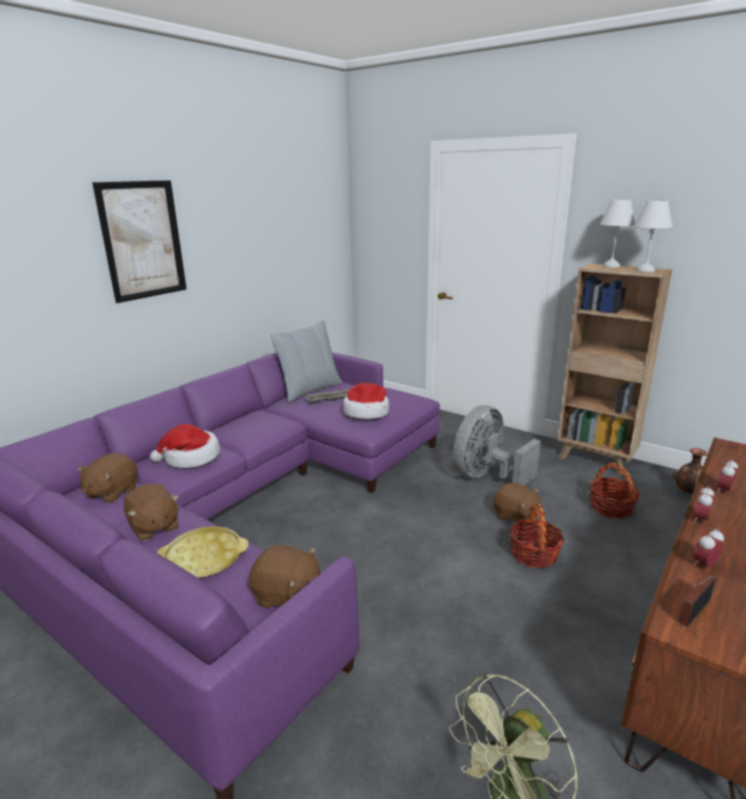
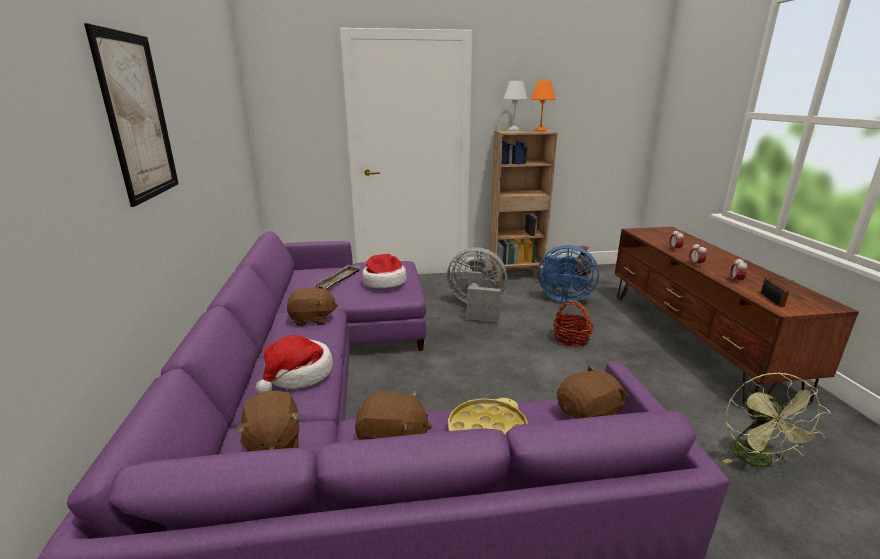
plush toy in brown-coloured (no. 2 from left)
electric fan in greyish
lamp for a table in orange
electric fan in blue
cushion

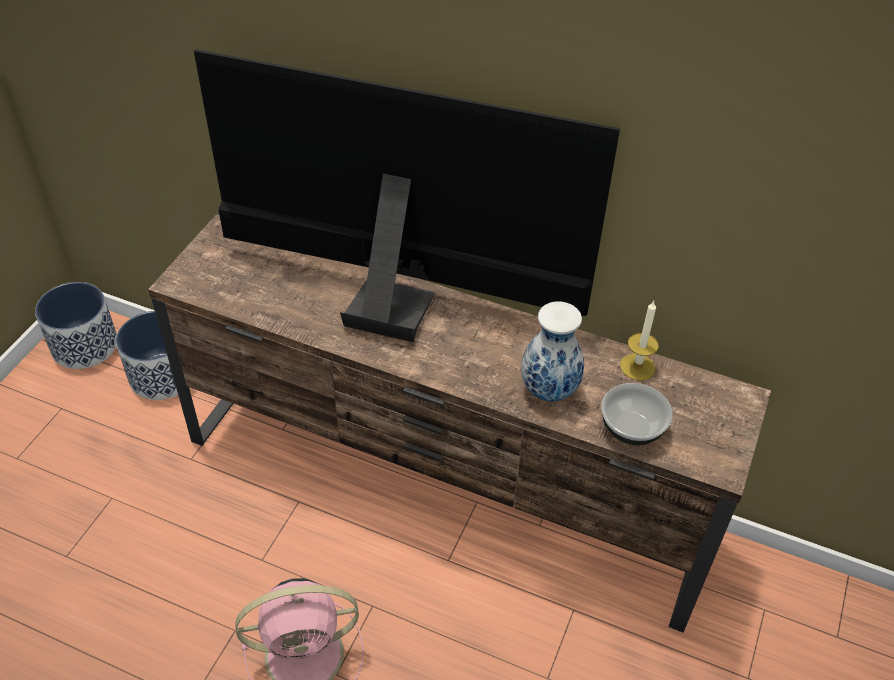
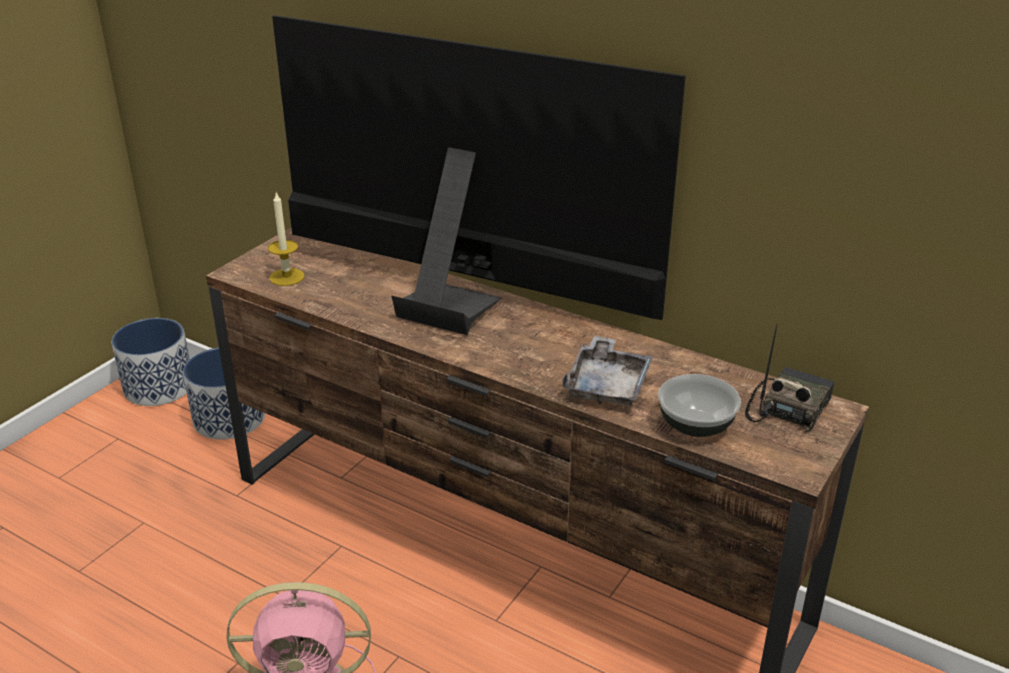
candle
carrying tray in greyish
radio set

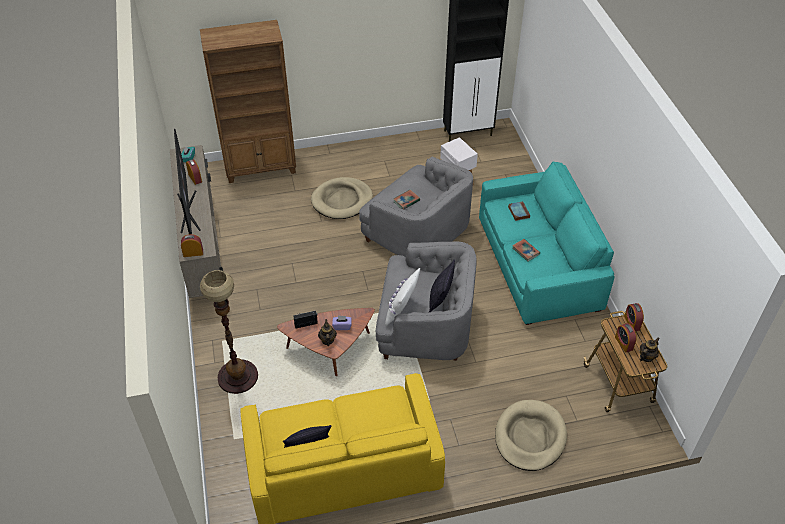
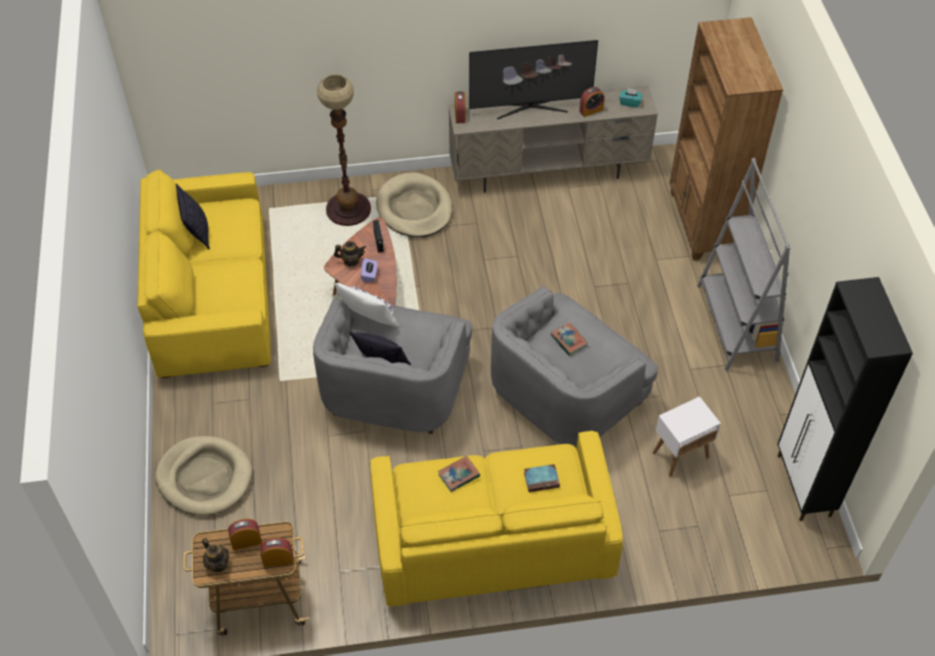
settee in yellow (no. 2 from left)
pet bed in beige-coloured (no. 2 from left)
bookcase in greyish

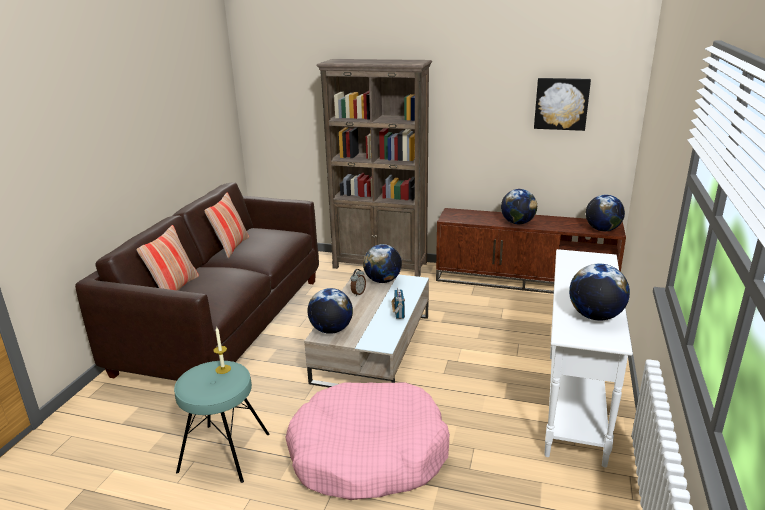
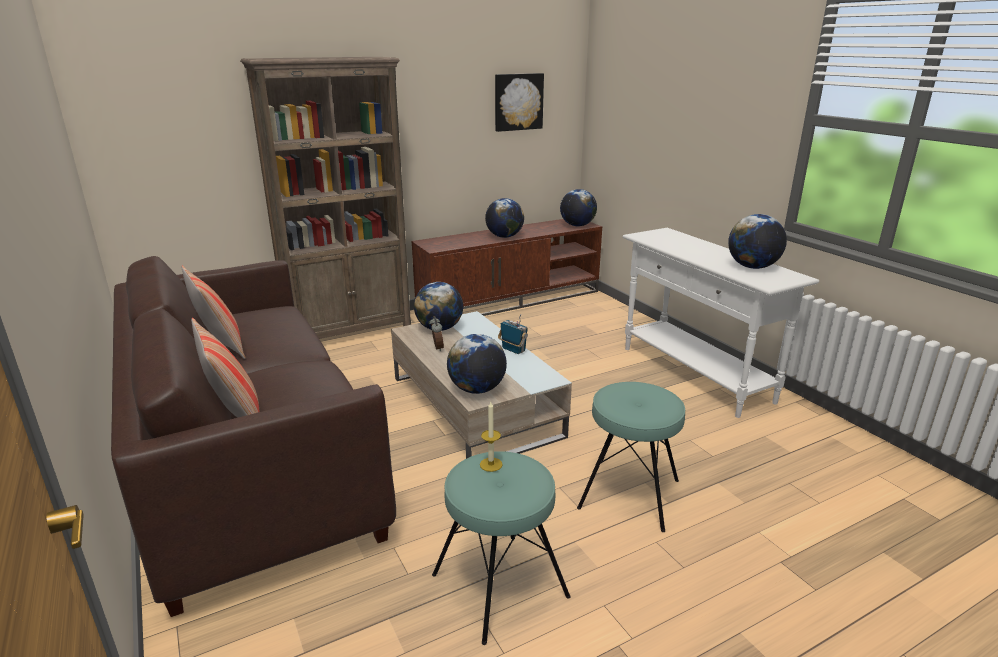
stool in turquoise (no. 2 from left)

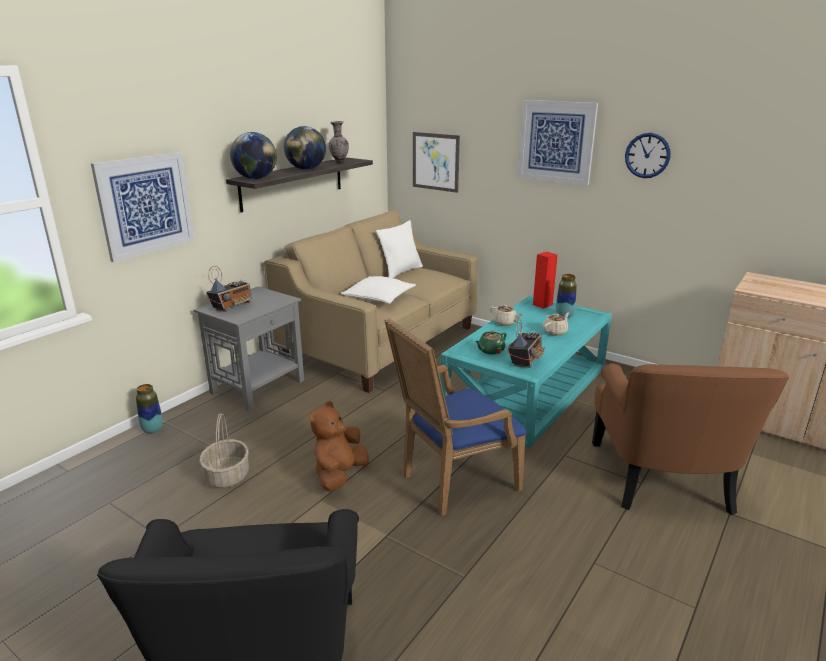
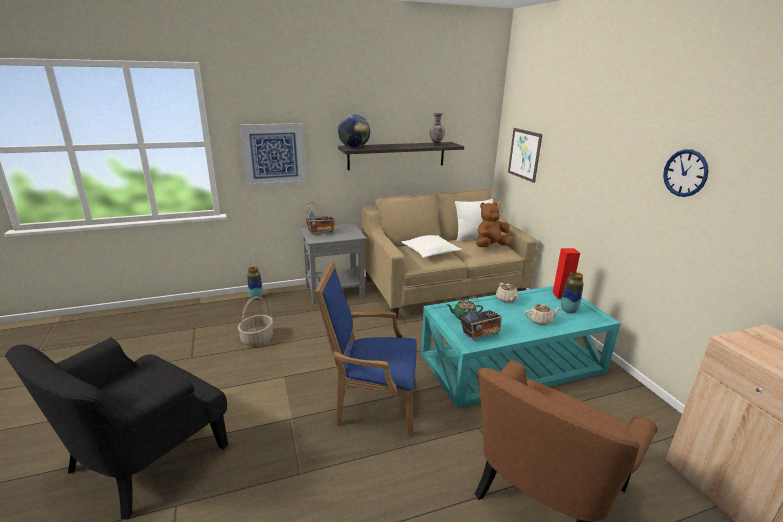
plush toy in brown-coloured
world globe (no. 2 from left in the first image)
picture (no. 3 from left in the first image)

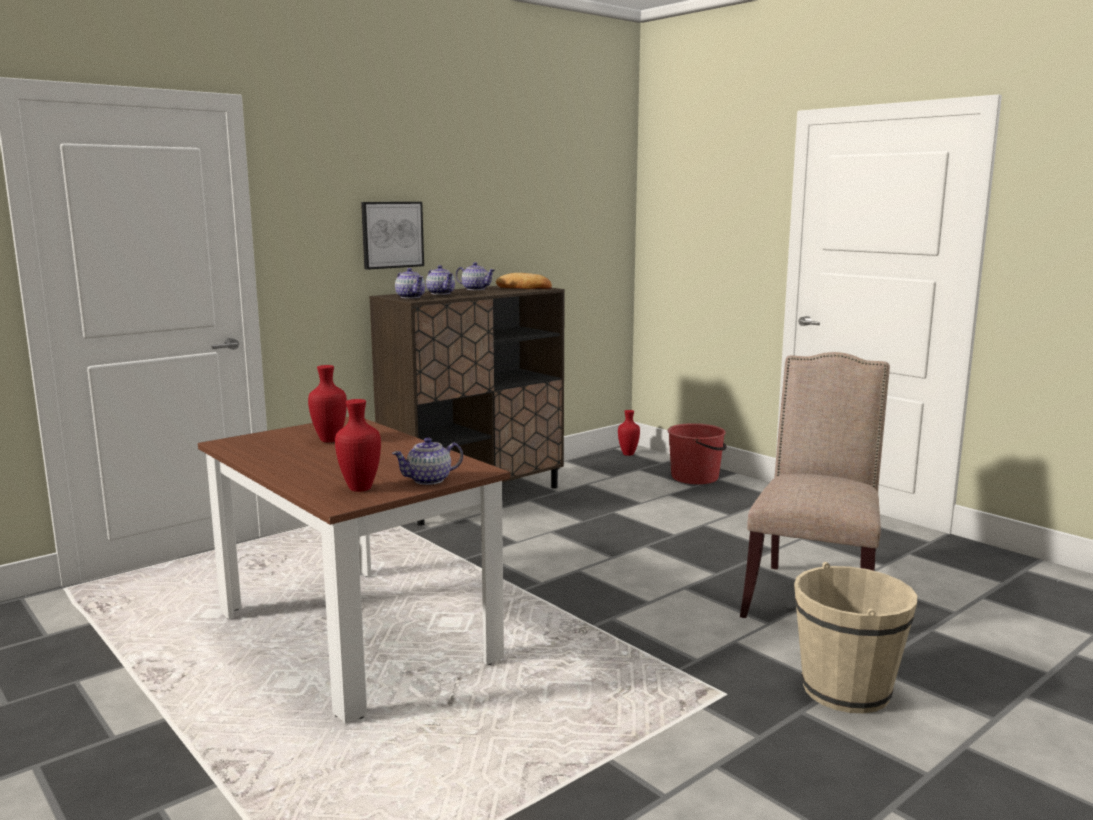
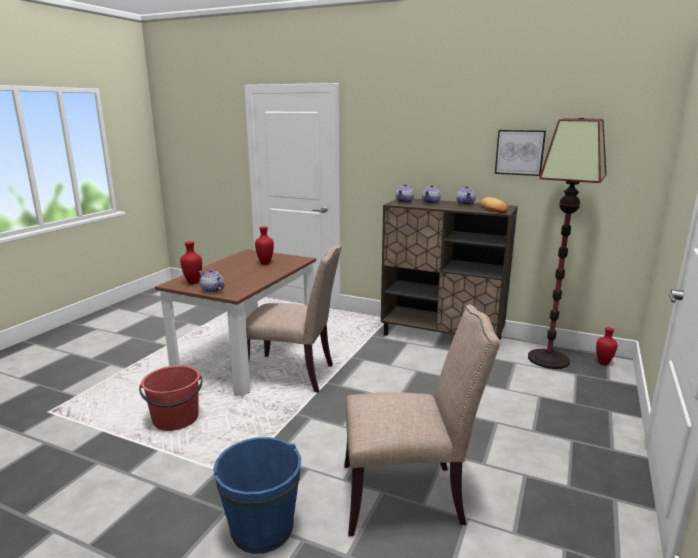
pail in reddish
pail in blue
chair in beige-coloured (no. 1 from left)
picture
floor lamp

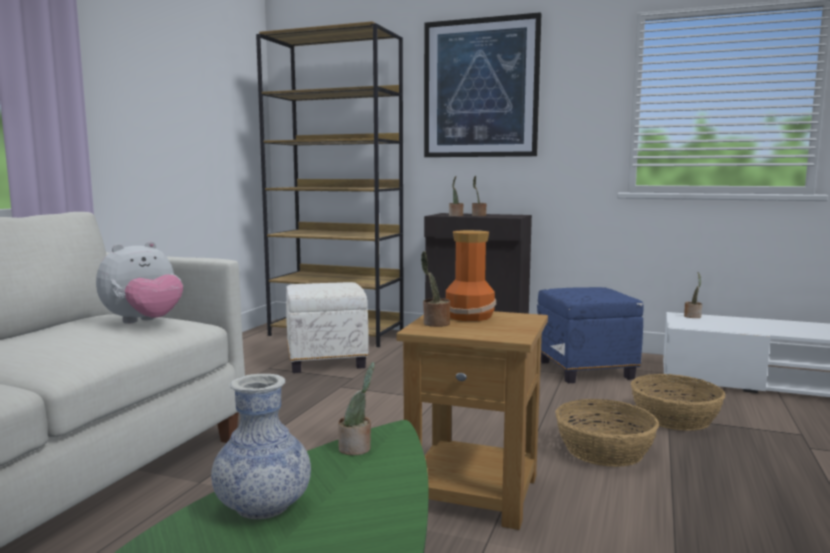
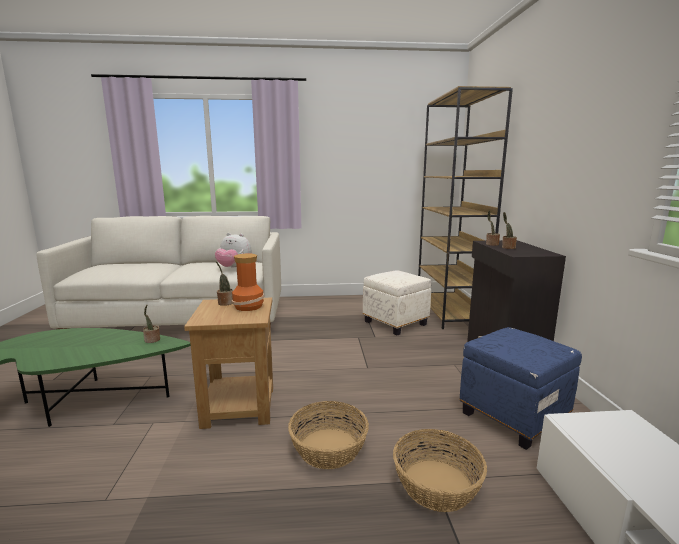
vase (no. 1 from left in the first image)
picture
plant in a pot (no. 5 from left in the first image)

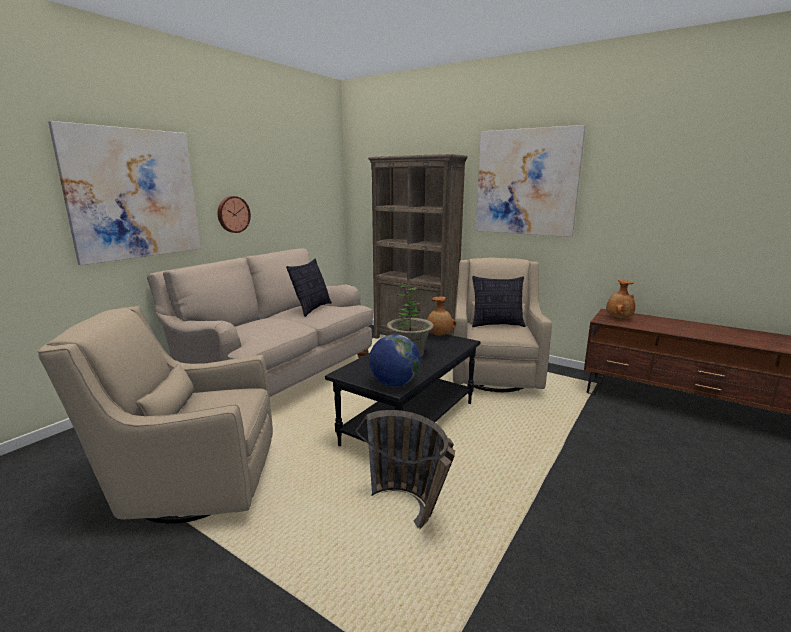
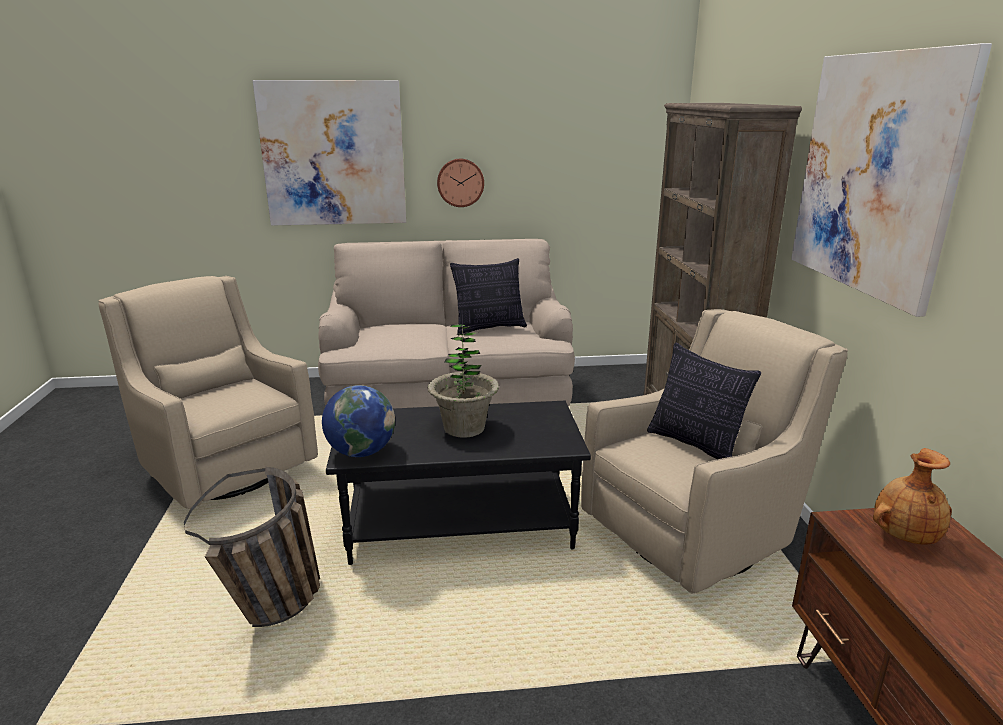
vase in brown-coloured (no. 1 from left in the first image)

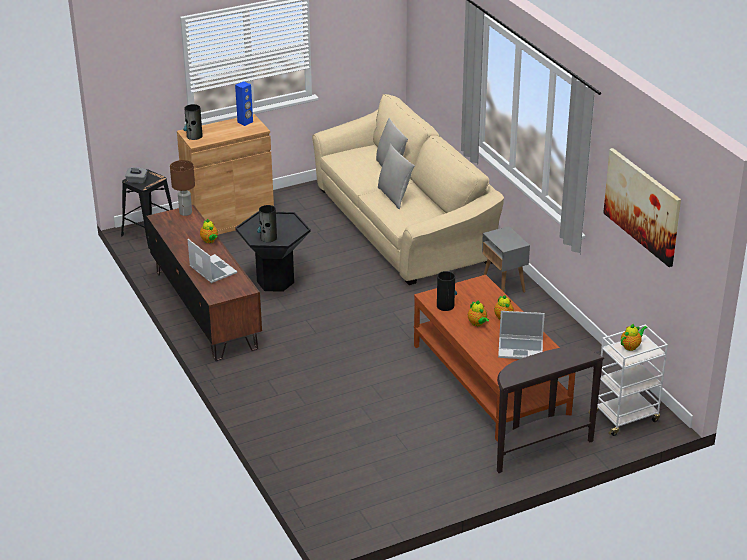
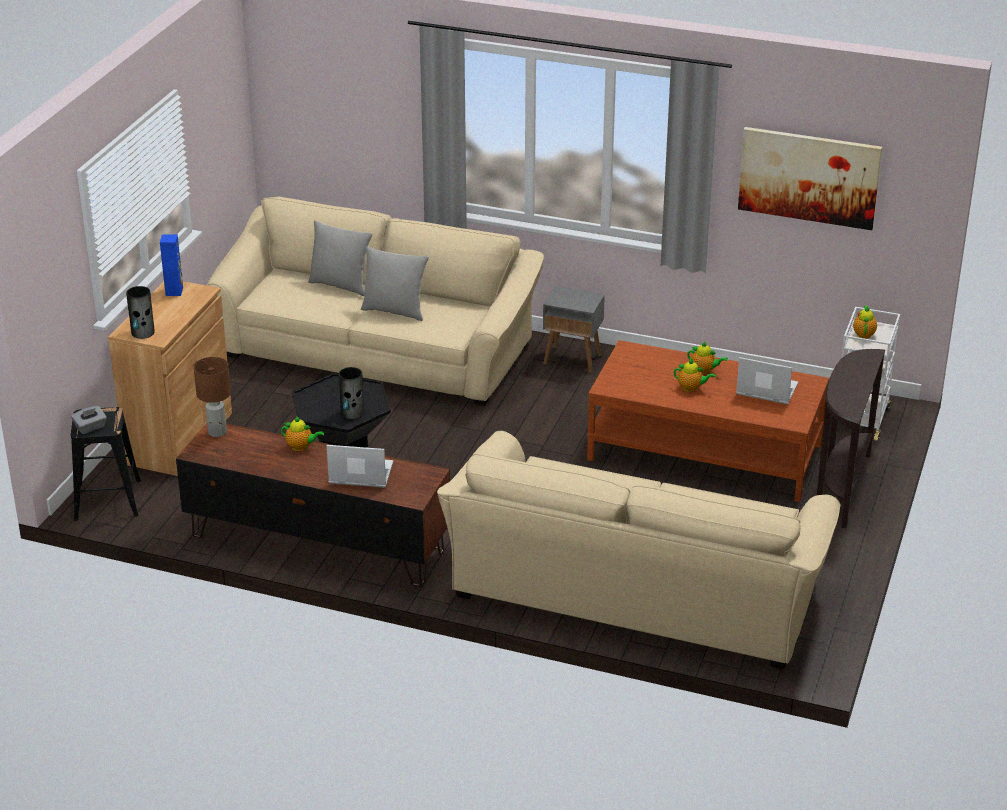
settee in beige-coloured (no. 2 from left)
portable computer (no. 2 from left)
vase (no. 3 from left in the first image)

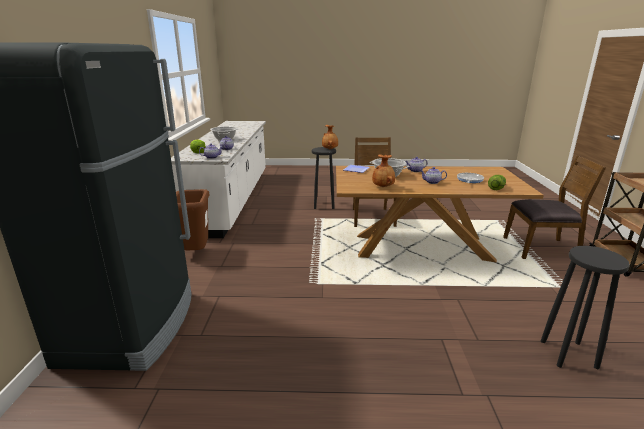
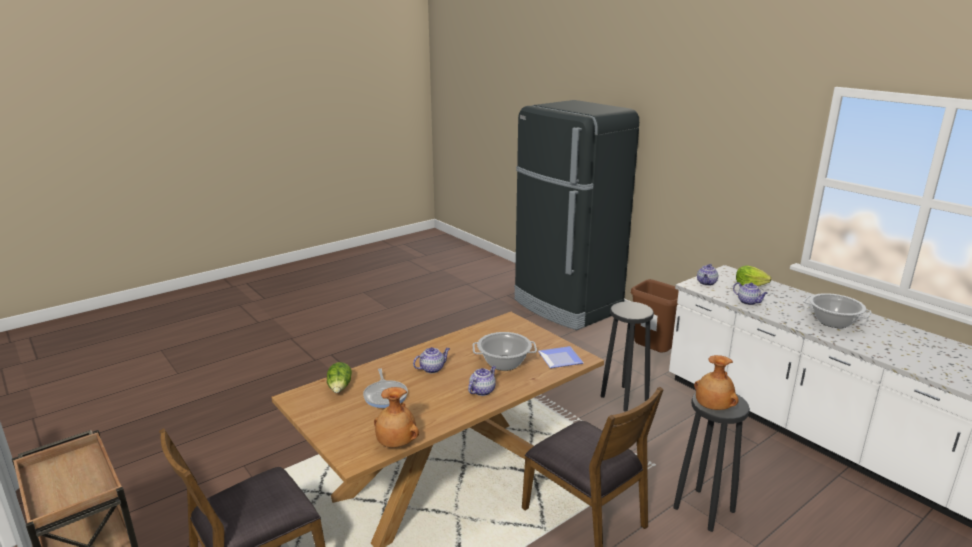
vase in brown-coloured (no. 1 from left)
stool in blackish (no. 1 from left)

